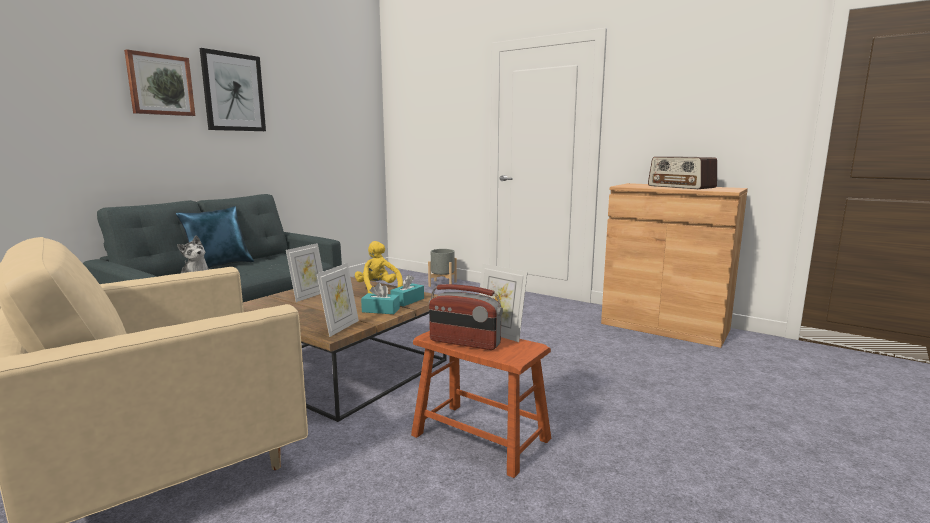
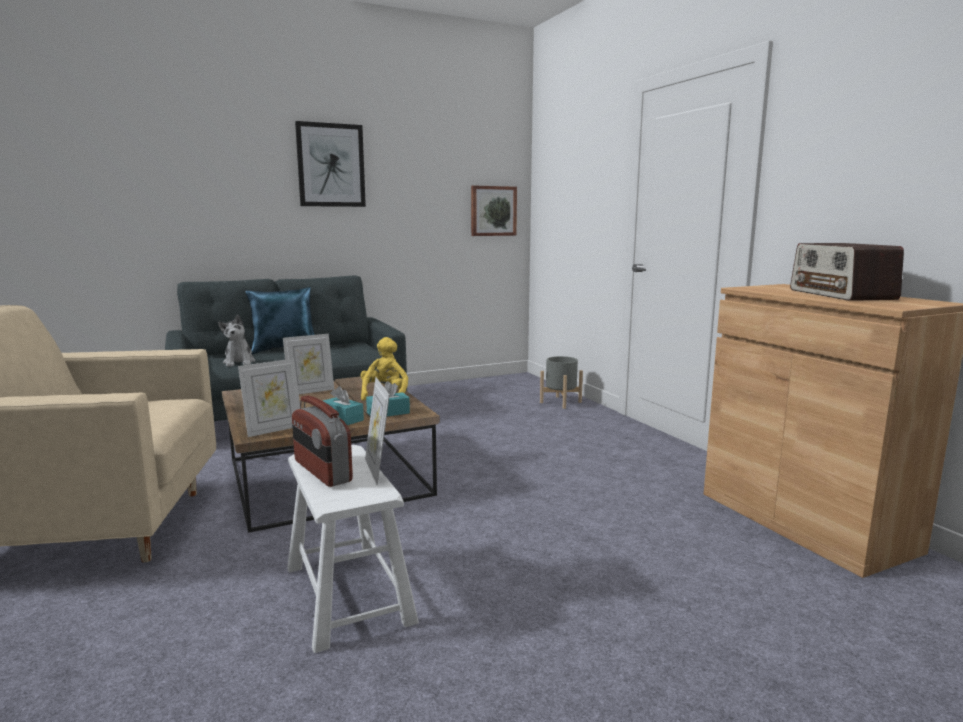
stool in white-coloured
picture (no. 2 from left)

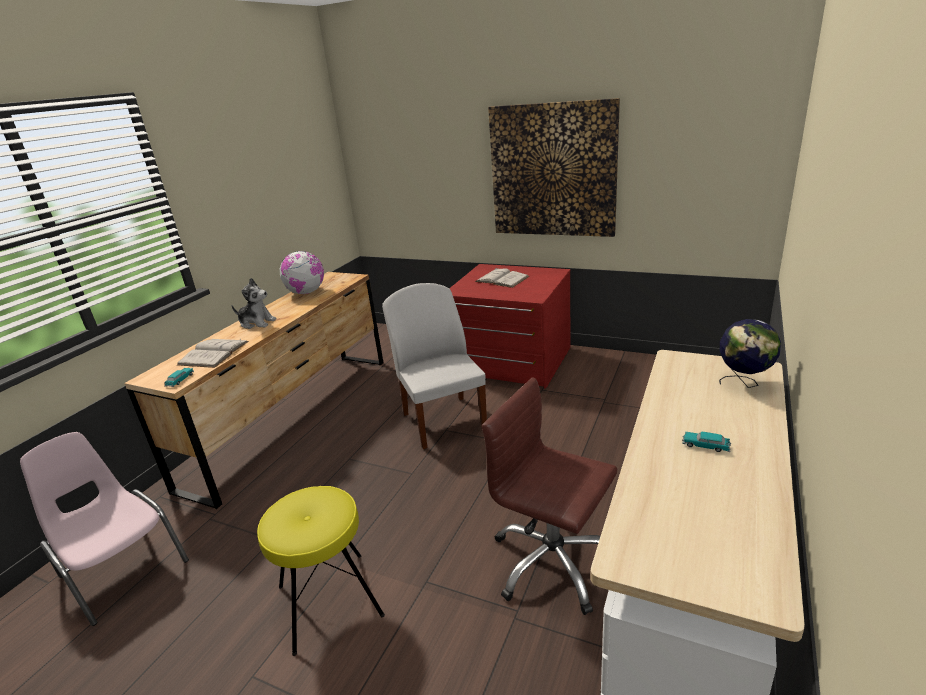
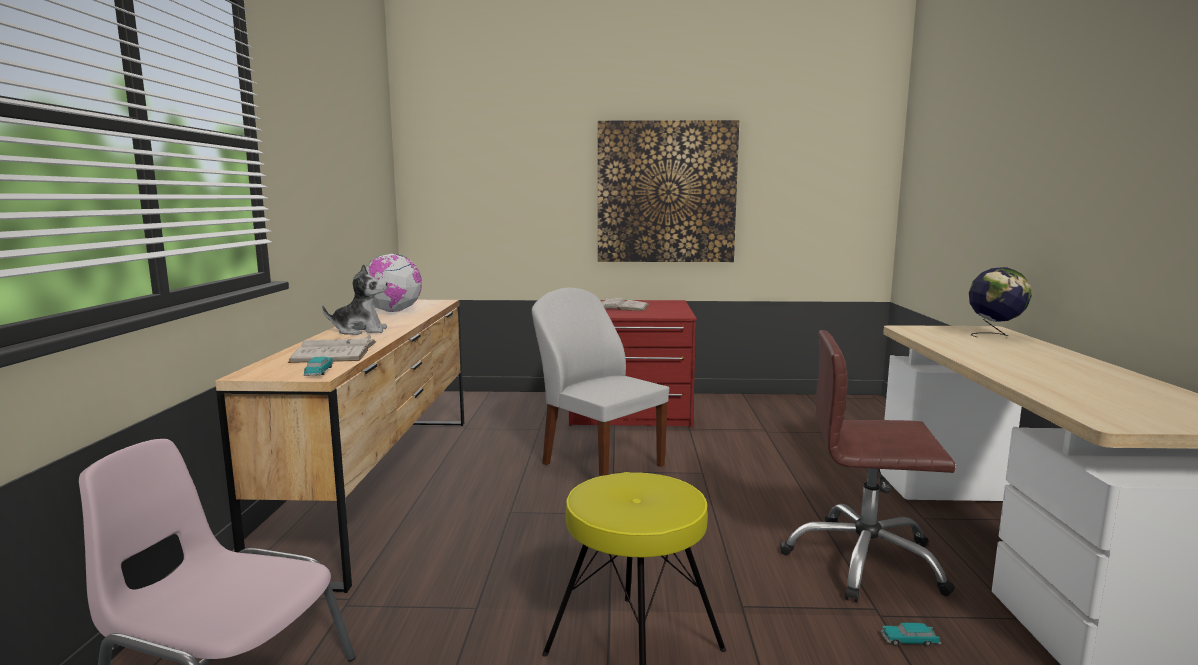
toy car (no. 2 from left)

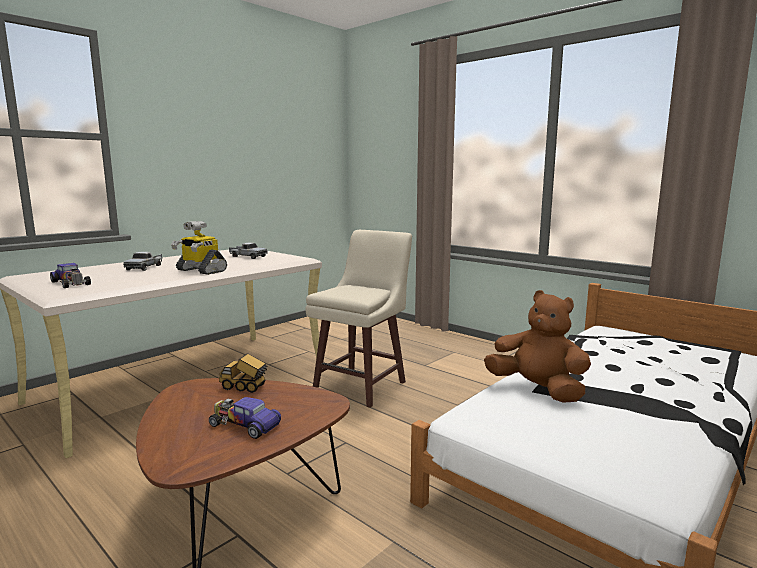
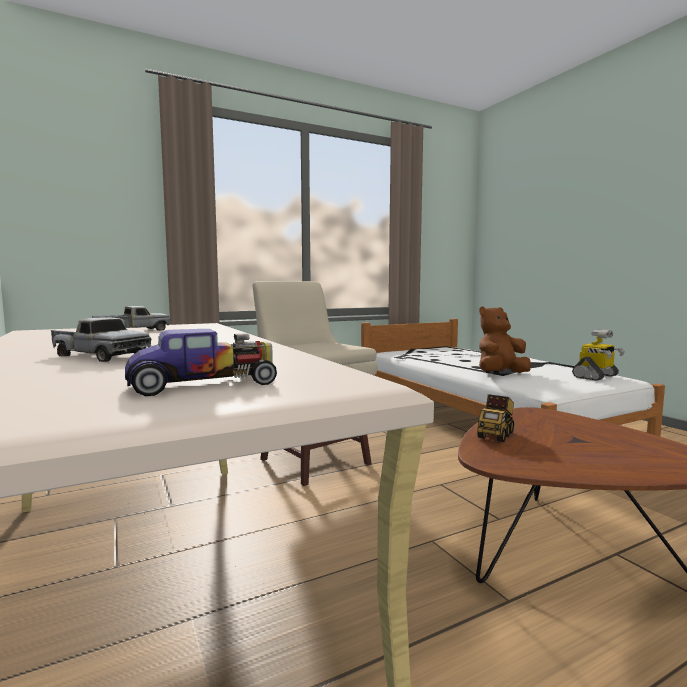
toy robot
toy car (no. 2 from left in the first image)

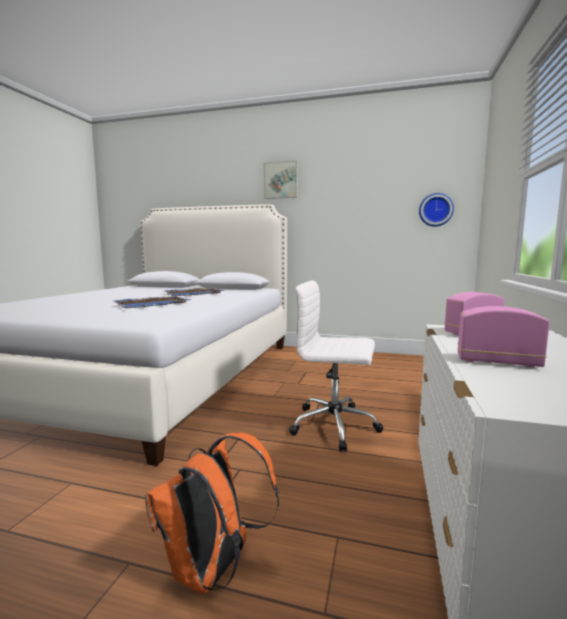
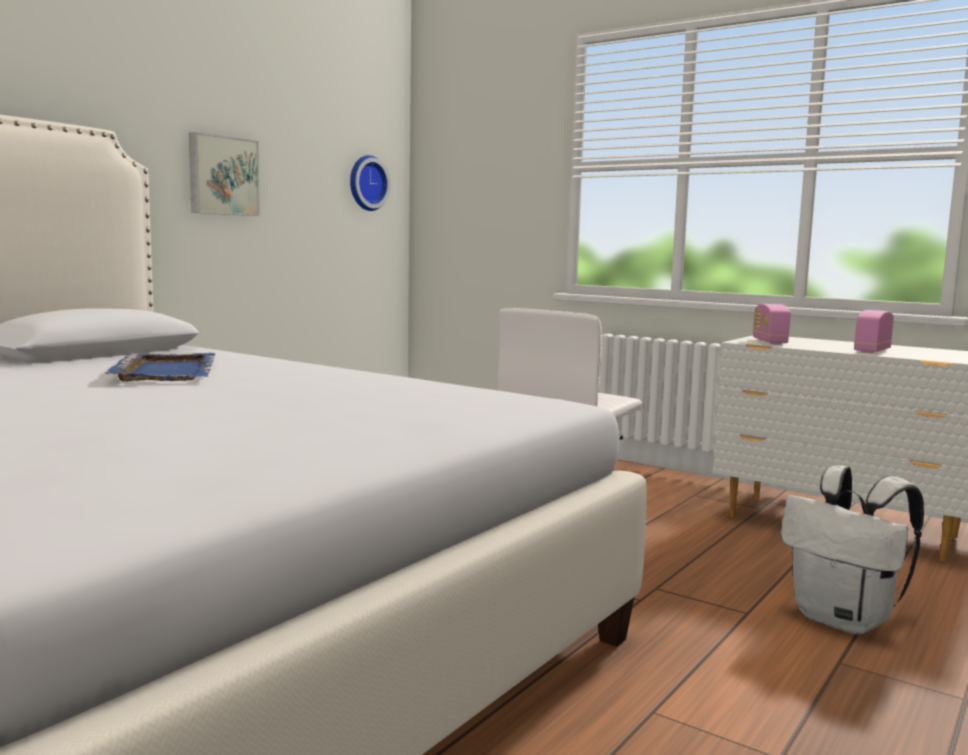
picture
rucksack in white-coloured
carrying tray in blue (no. 1 from left in the first image)

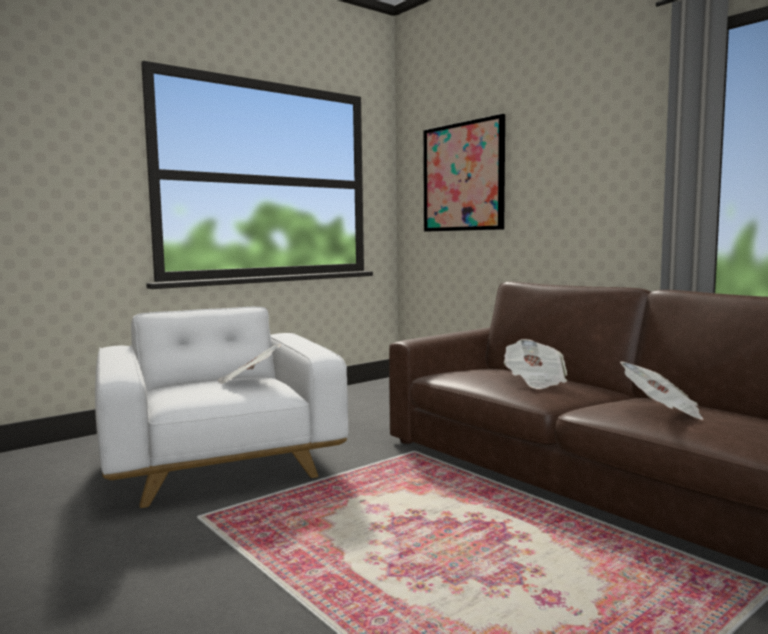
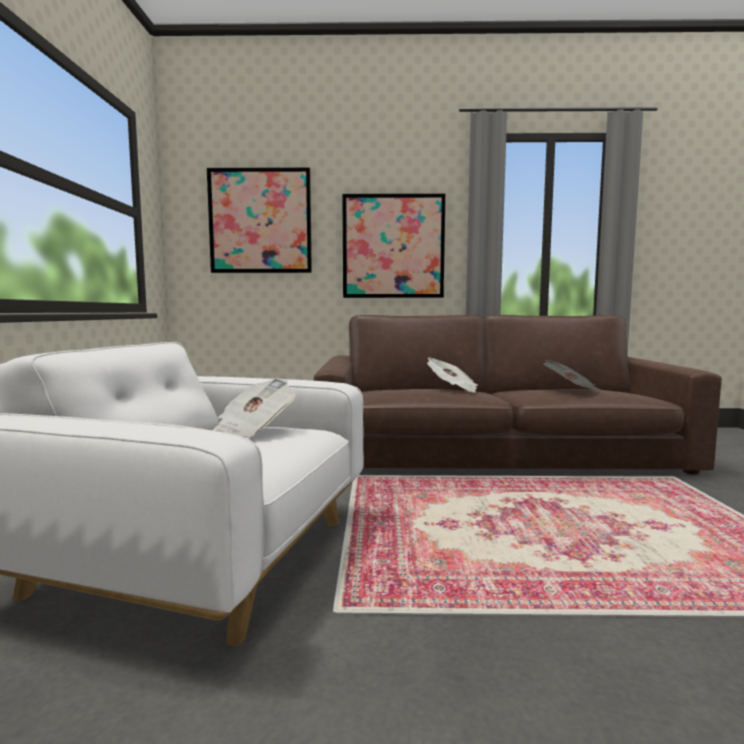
picture (no. 2 from left)

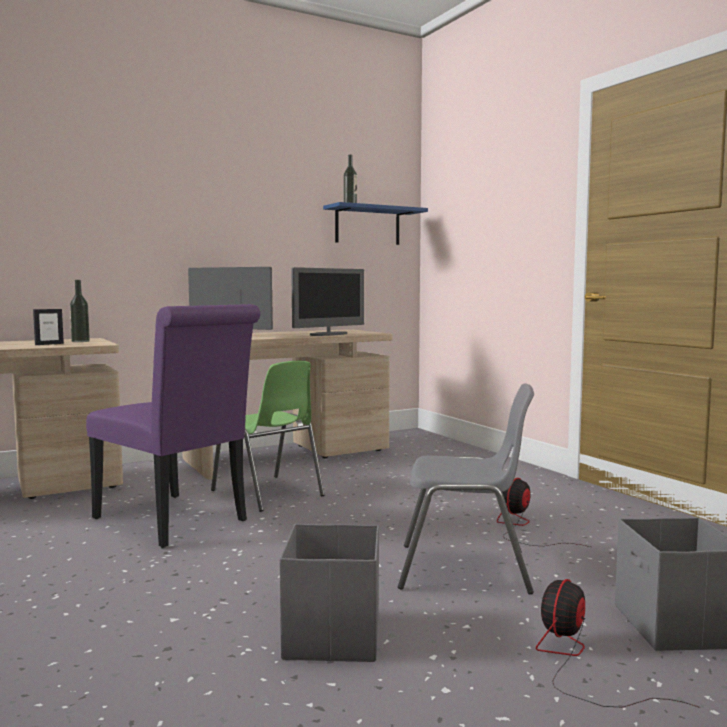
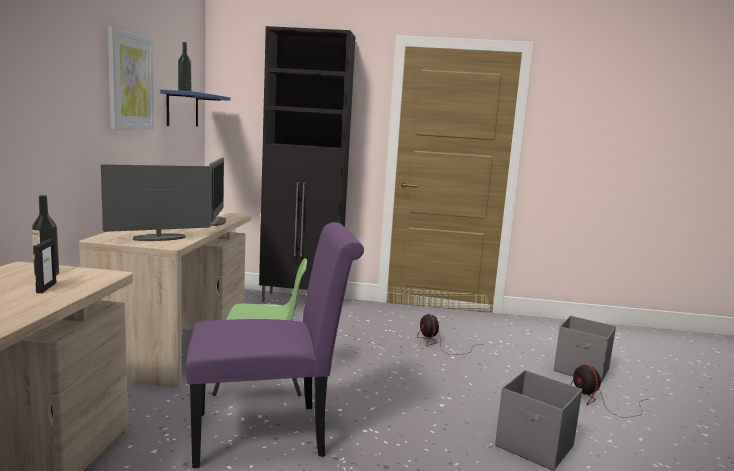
picture
cabinet in blackish
chair in greyish

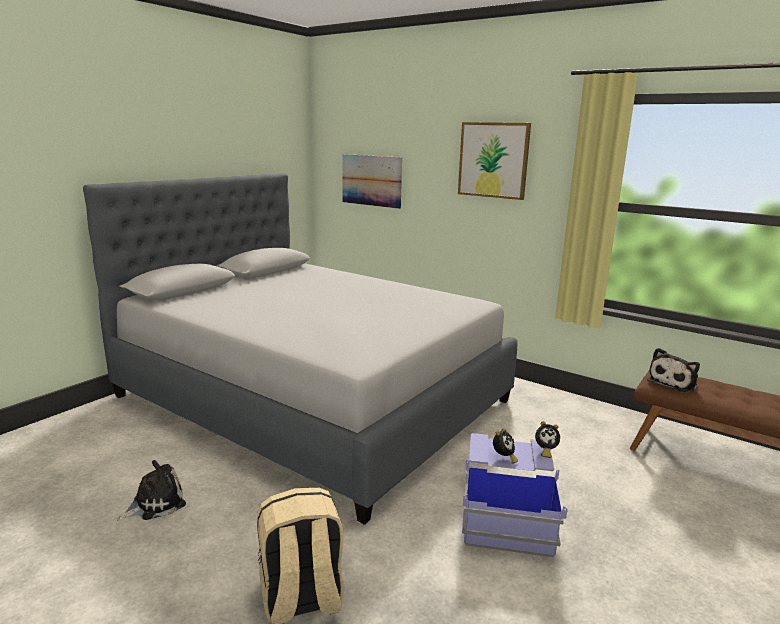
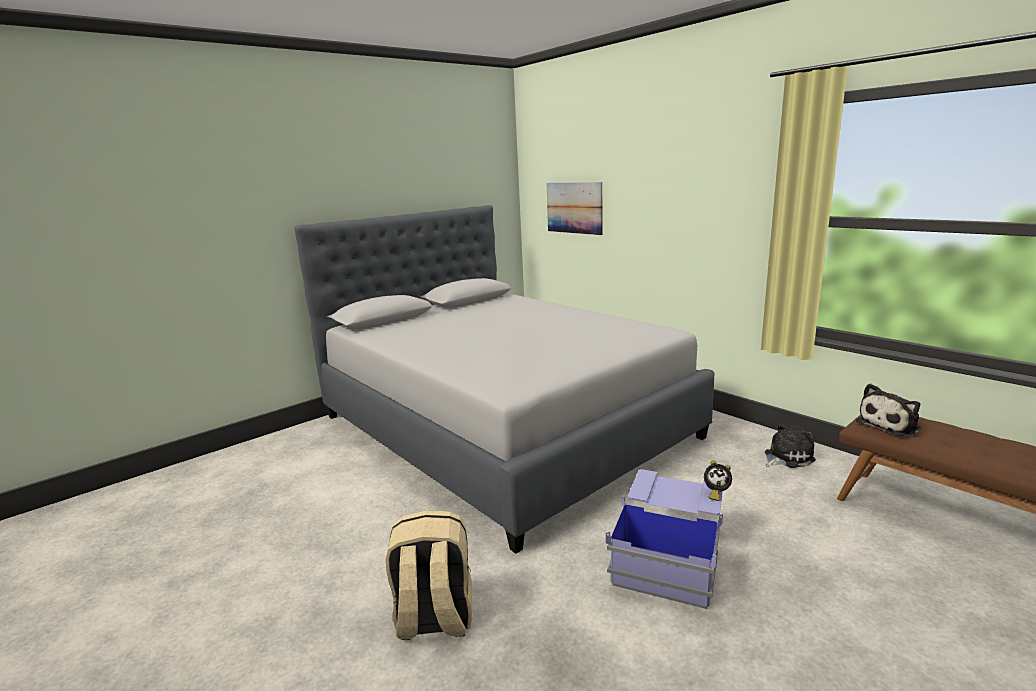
plush toy (no. 1 from left)
picture (no. 2 from left in the first image)
bedside clock (no. 1 from left in the first image)

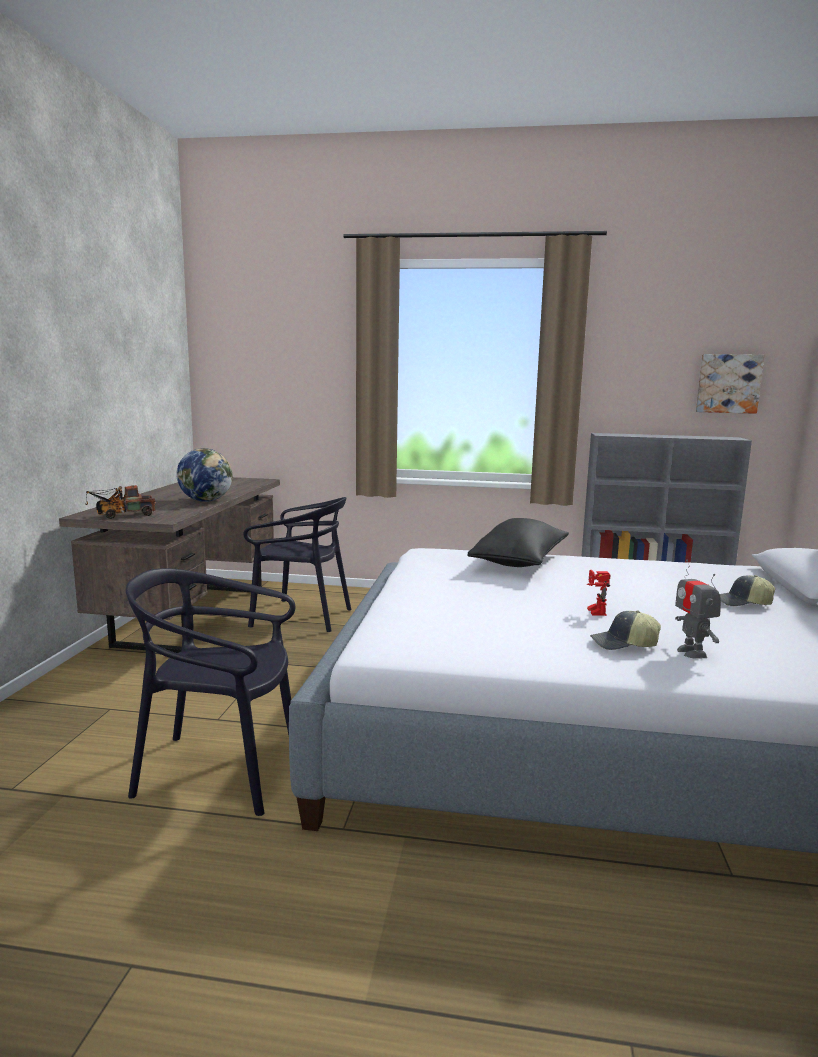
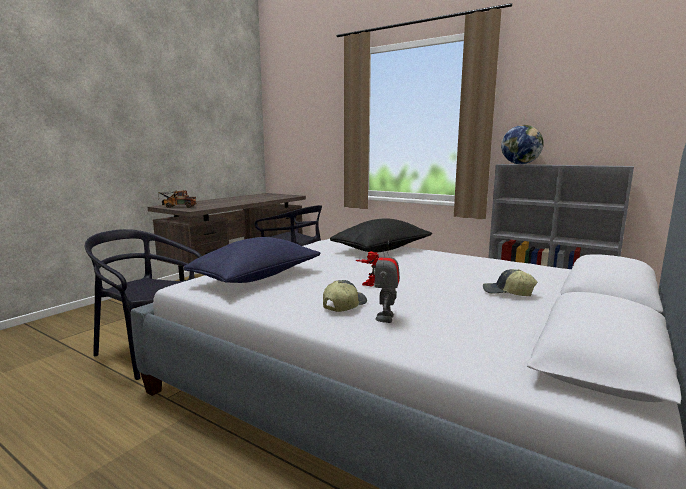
cushion in blue
baseball cap (no. 1 from left)
world globe
picture

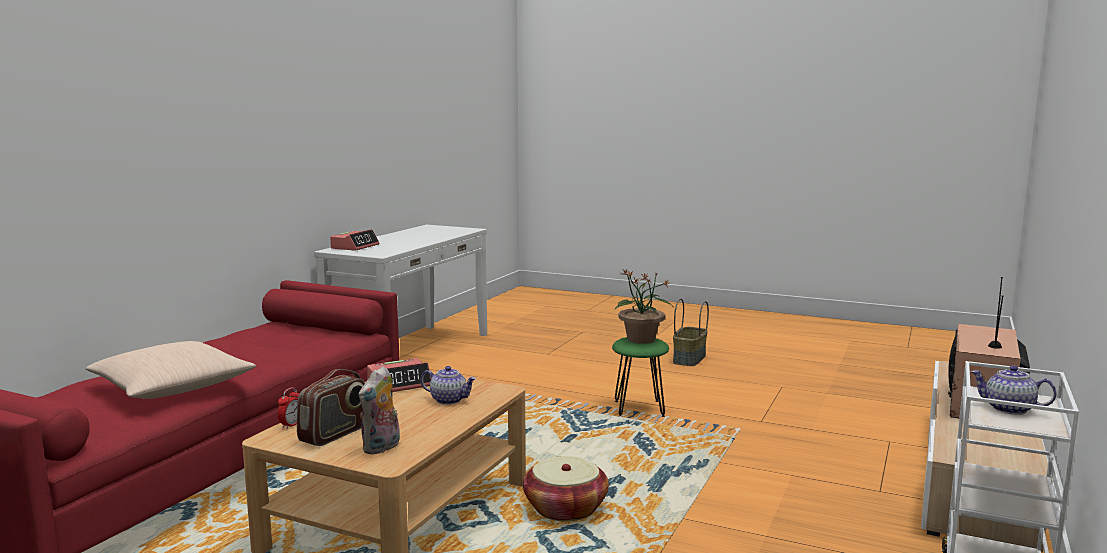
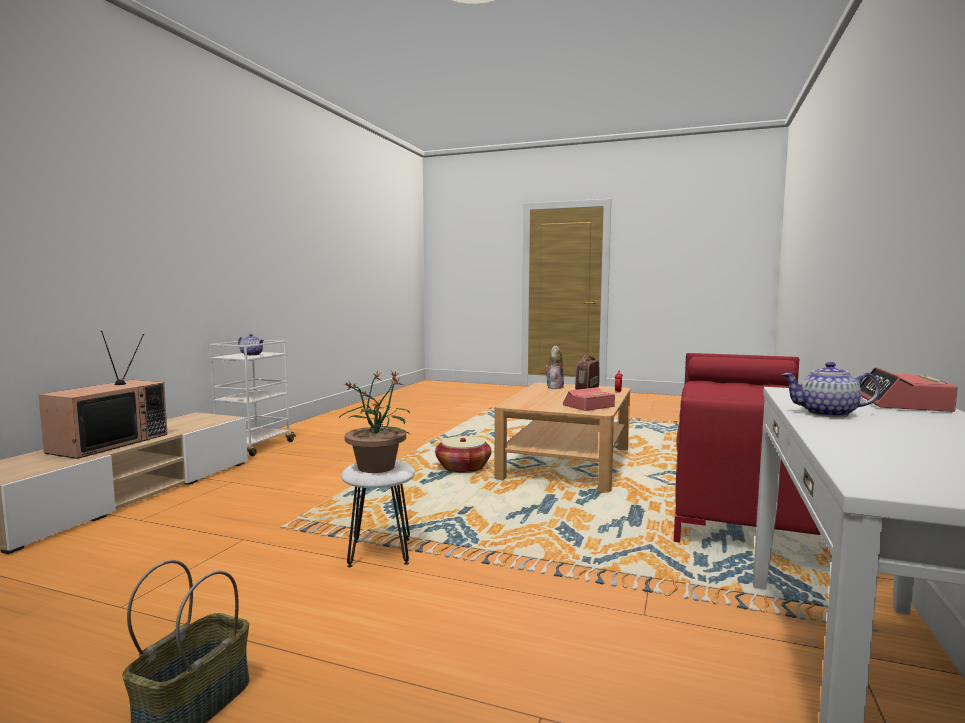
stool in white-coloured
teapot (no. 2 from left)
cushion in beige-coloured

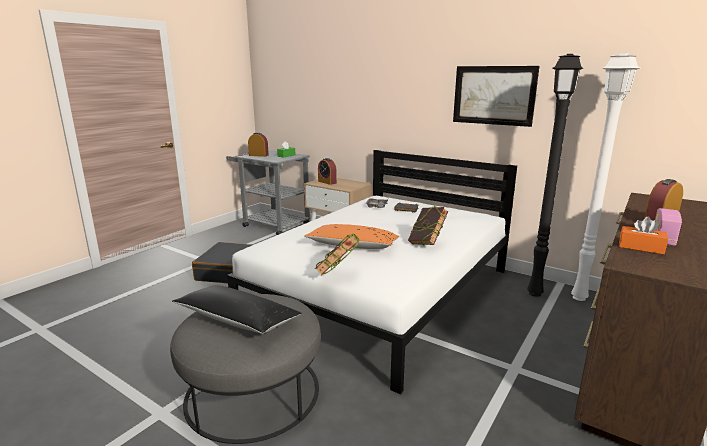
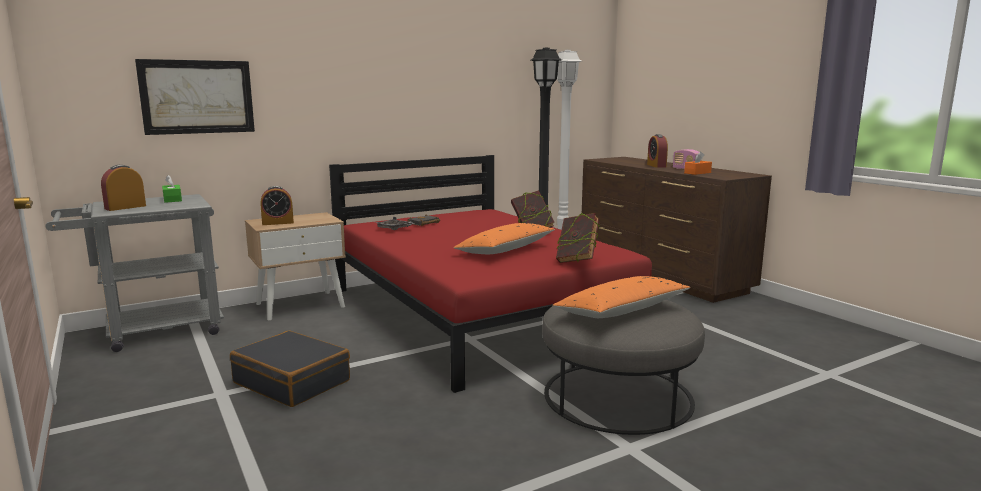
picture
bed in reddish
cushion in orange (no. 2 from left)

